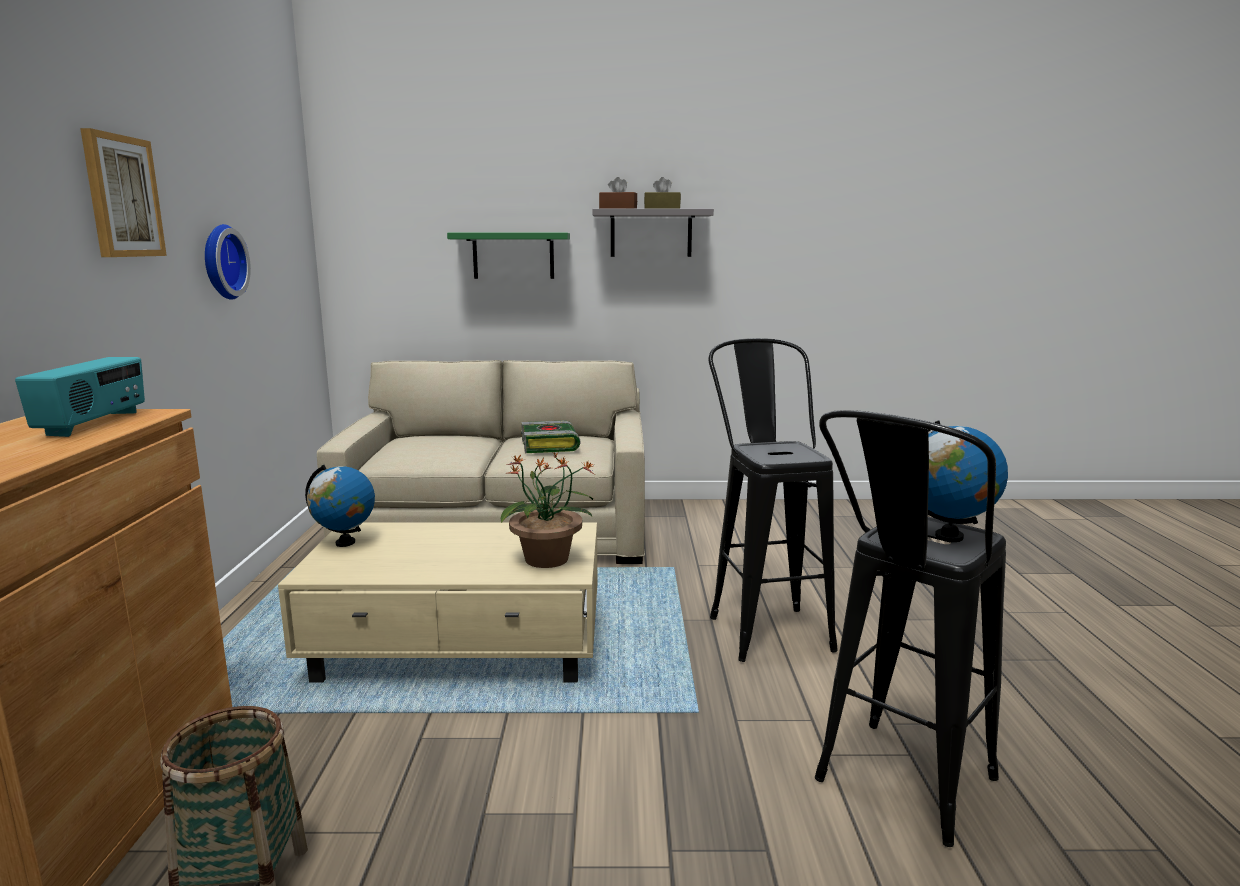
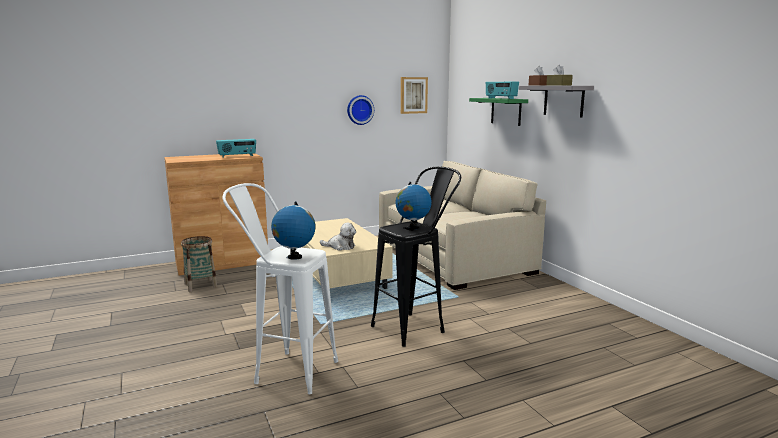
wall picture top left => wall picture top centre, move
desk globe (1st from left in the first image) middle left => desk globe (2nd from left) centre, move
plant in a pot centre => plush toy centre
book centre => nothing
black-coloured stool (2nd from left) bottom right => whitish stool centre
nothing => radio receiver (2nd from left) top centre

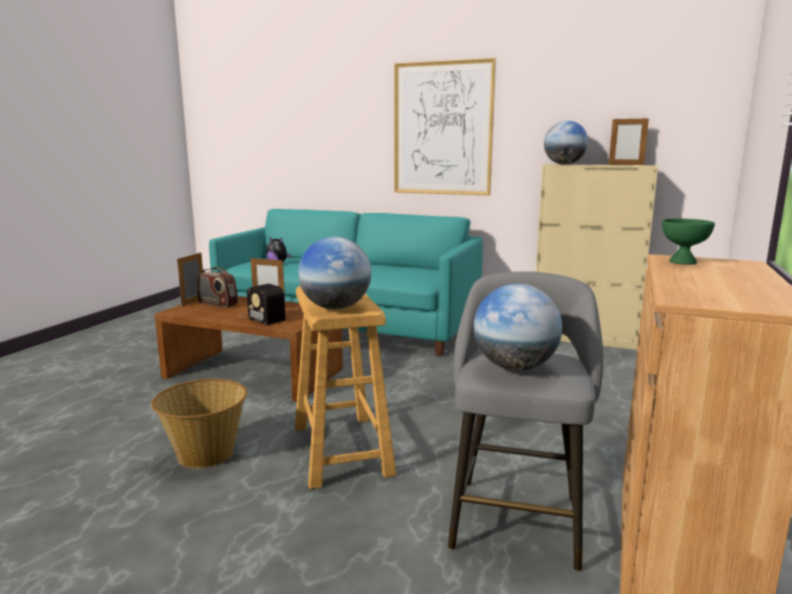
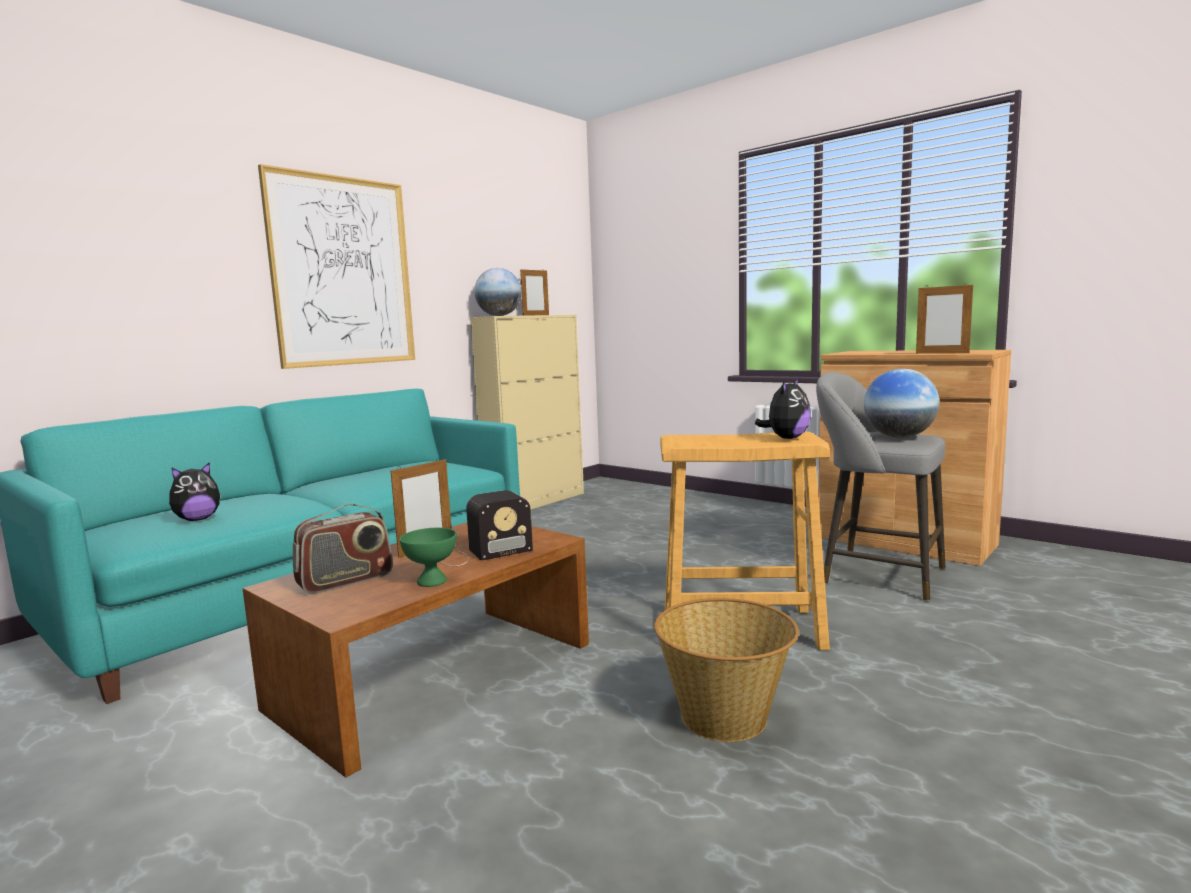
picture frame (1st from left in the first image) middle left => picture frame (3rd from left) middle right, move
desk globe (1st from left) centre => plush toy (2nd from left) centre
green-coloured bowl middle right => green-coloured bowl centre, move

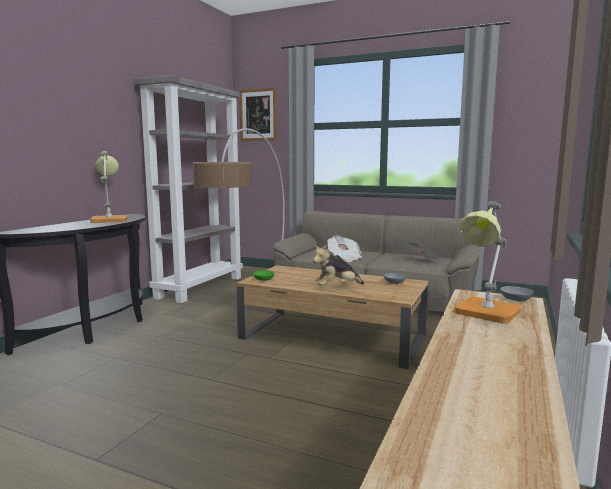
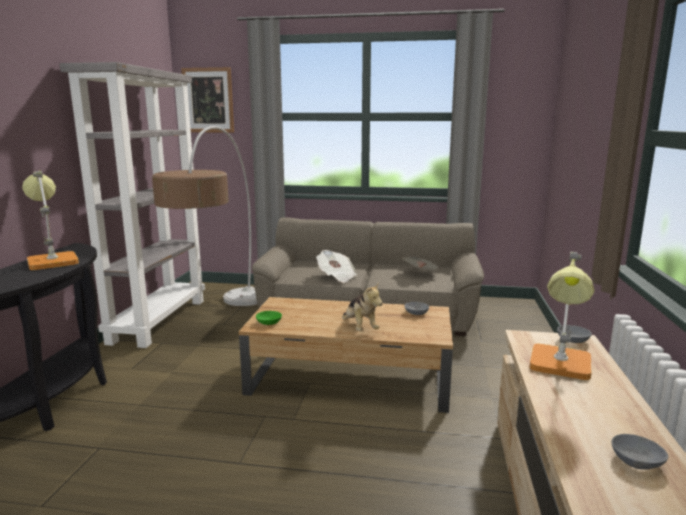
plush toy centre, 75 degrees counterclockwise
nothing => gray bowl (3rd from left) bottom right

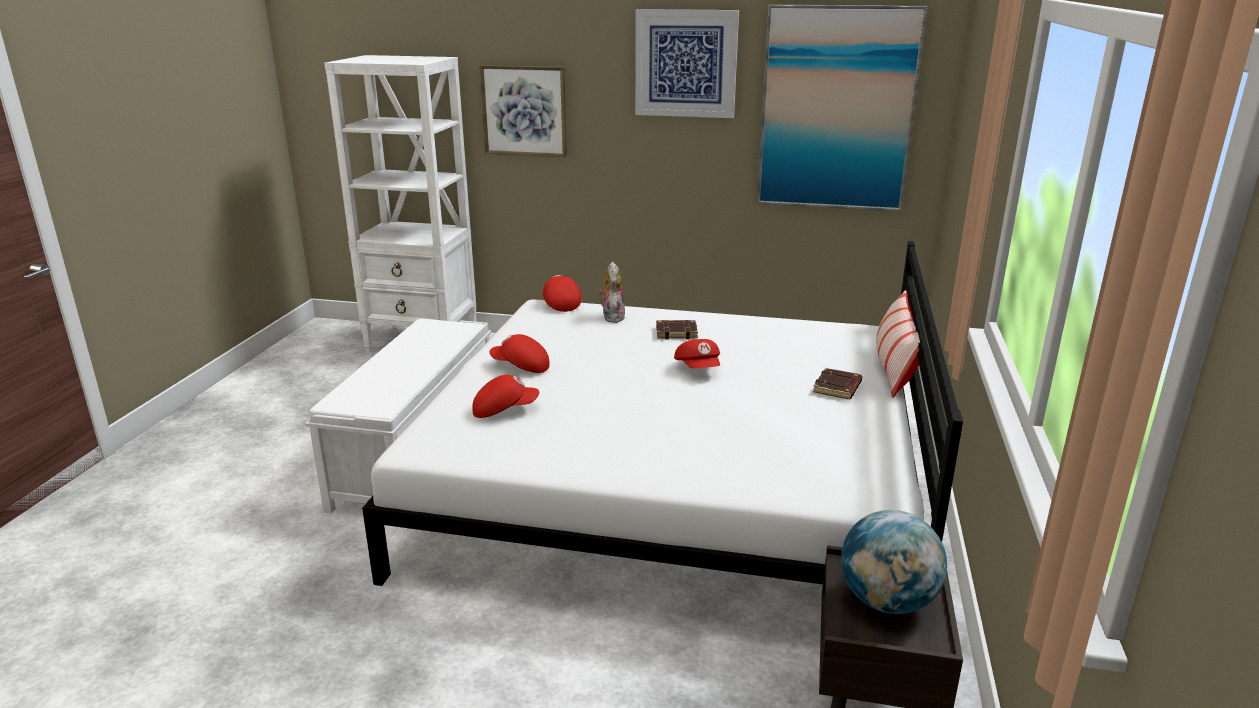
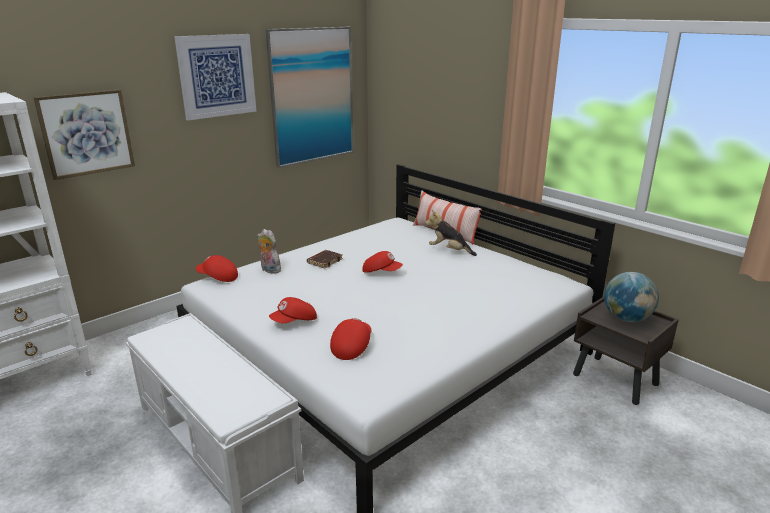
brown book (2nd from left) centre => plush toy (2nd from left) centre

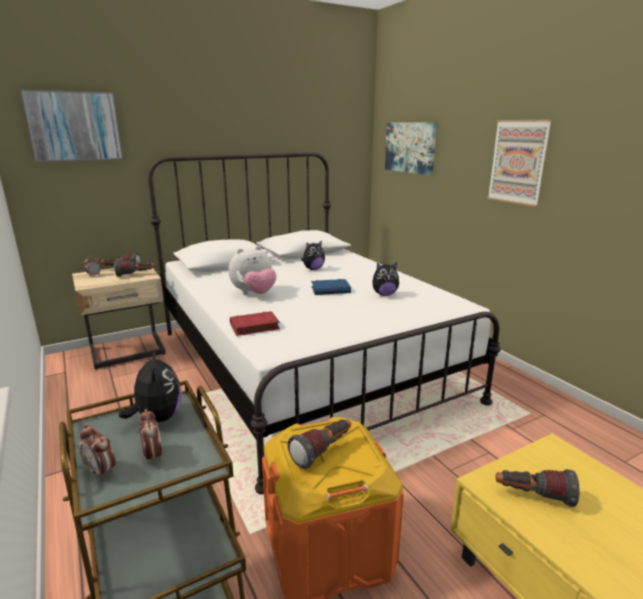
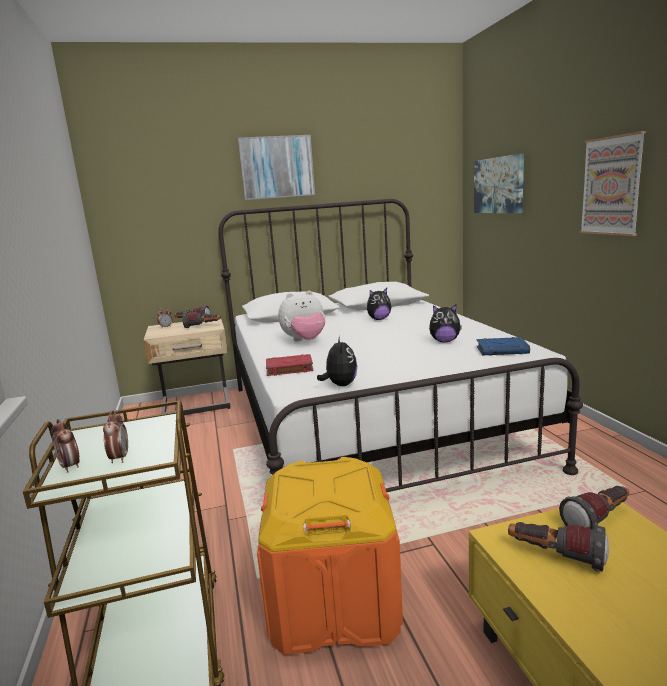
wall picture (1st from left) top left => wall picture (1st from left) top centre, move
plush toy (1st from left in the first image) middle left => plush toy (2nd from left) centre, move
hand torch (3rd from left in the first image) bottom centre => hand torch (4th from left) bottom right, move
blue-coloured book centre => blue-coloured book middle right, move

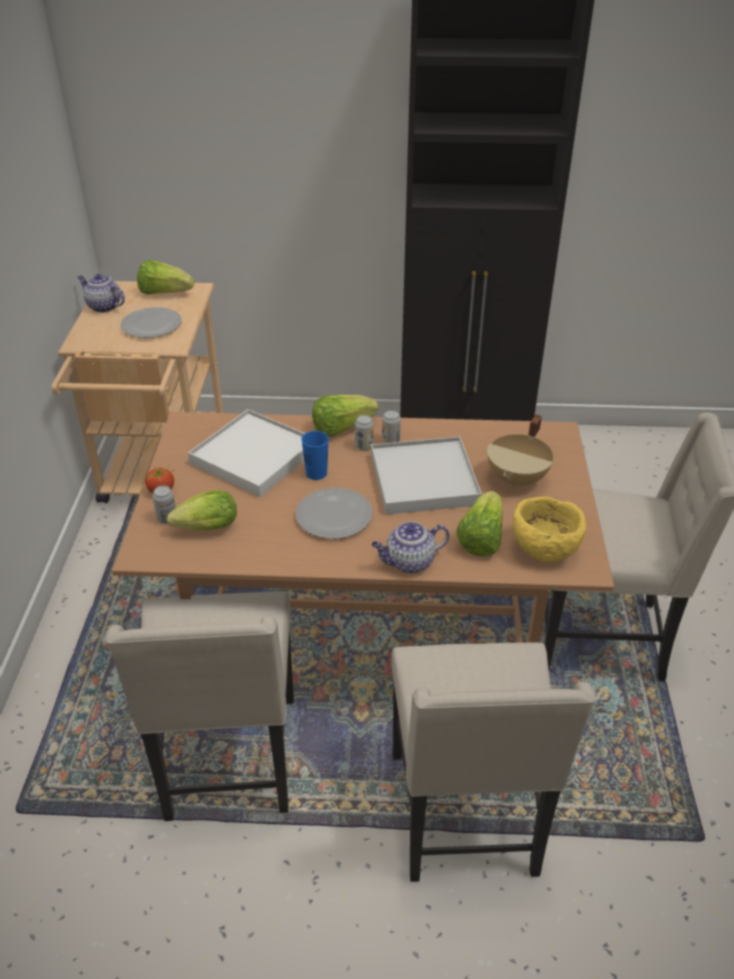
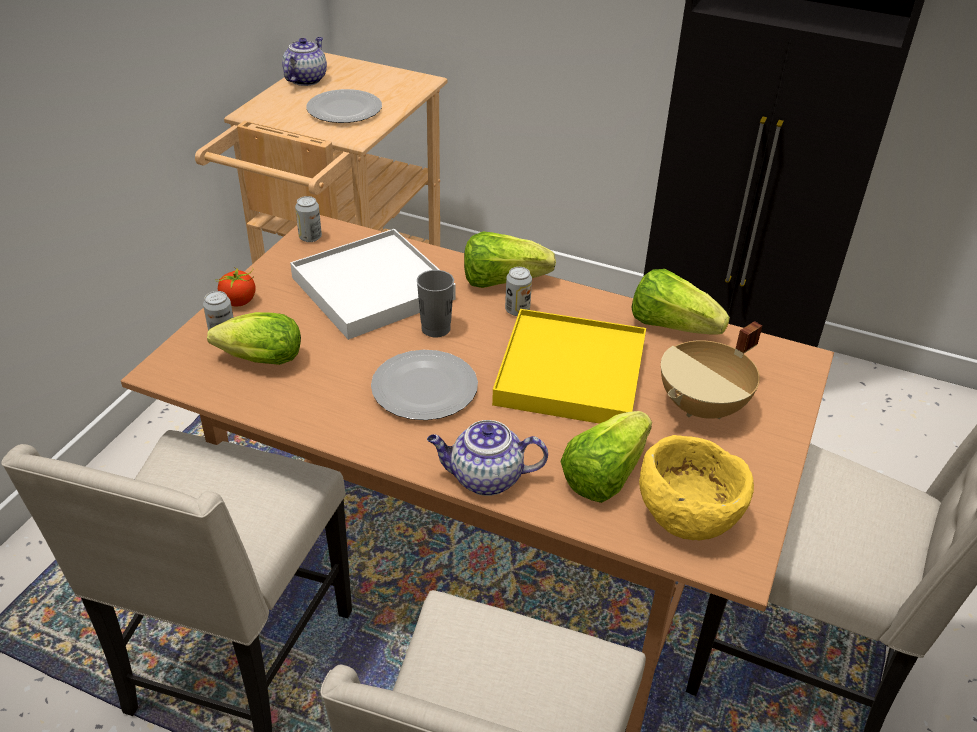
tea pot (1st from left) top left, 60 degrees clockwise
head of lettuce (1st from left in the first image) top left => head of lettuce (4th from left) middle right, move
blue-coloured cup centre => gray cup centre
whitish tray (2nd from left) centre => yellow-coloured tray centre
metal can (3rd from left in the first image) centre => metal can (2nd from left) top left, move

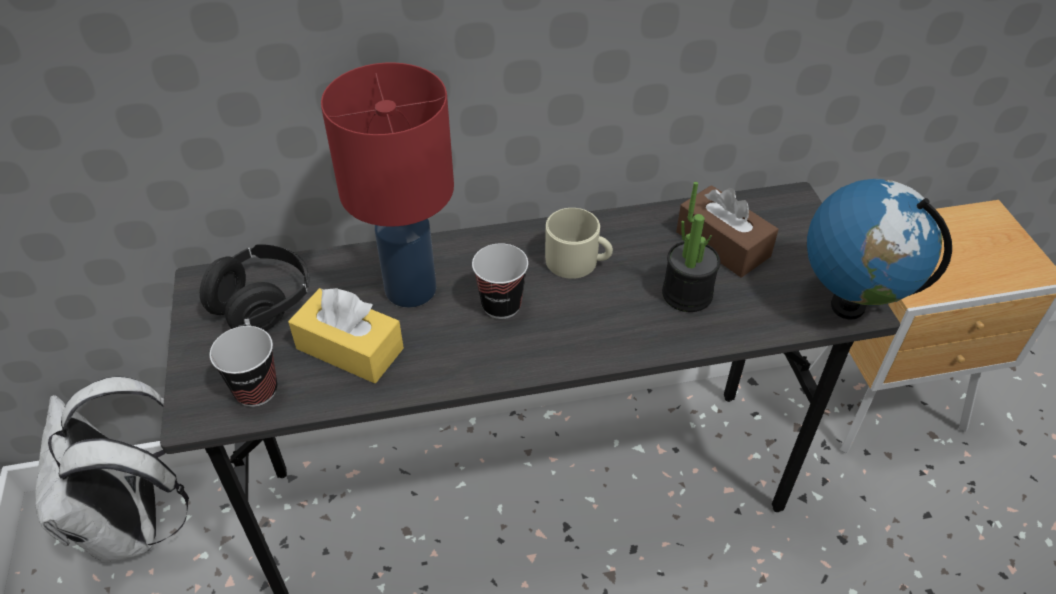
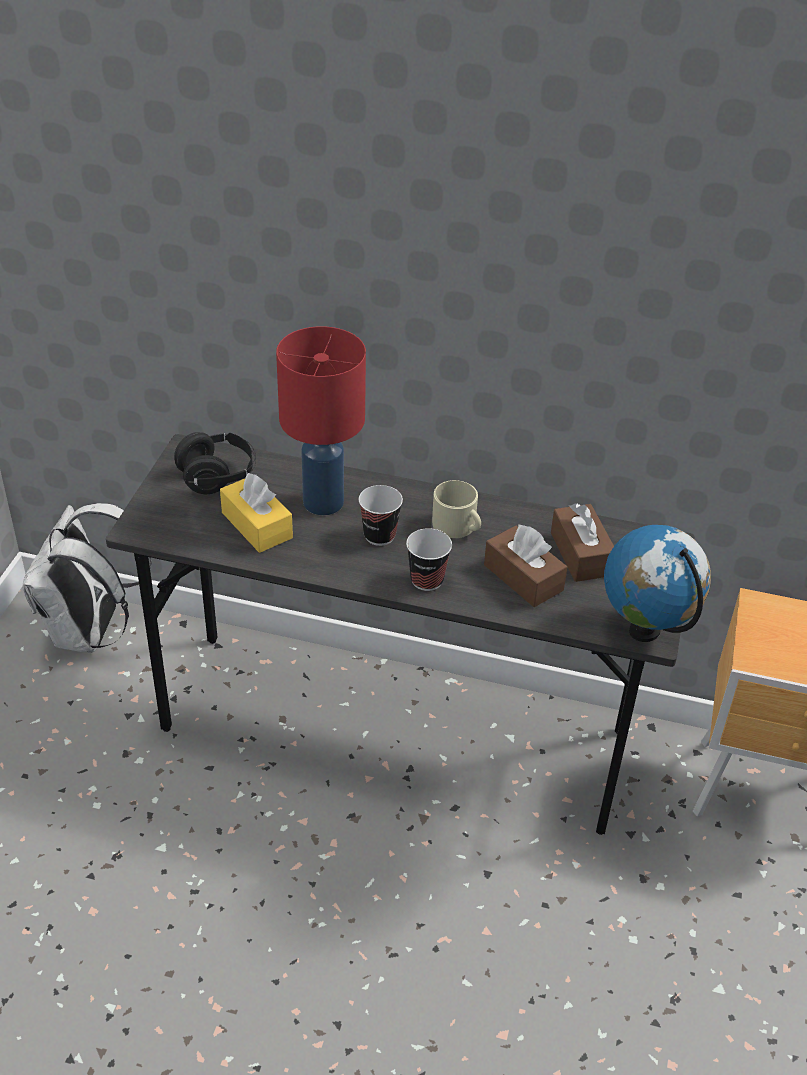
cup (1st from left in the first image) middle left => cup (2nd from left) centre, move
plant in a pot centre => brown tissue holder (1st from left) centre

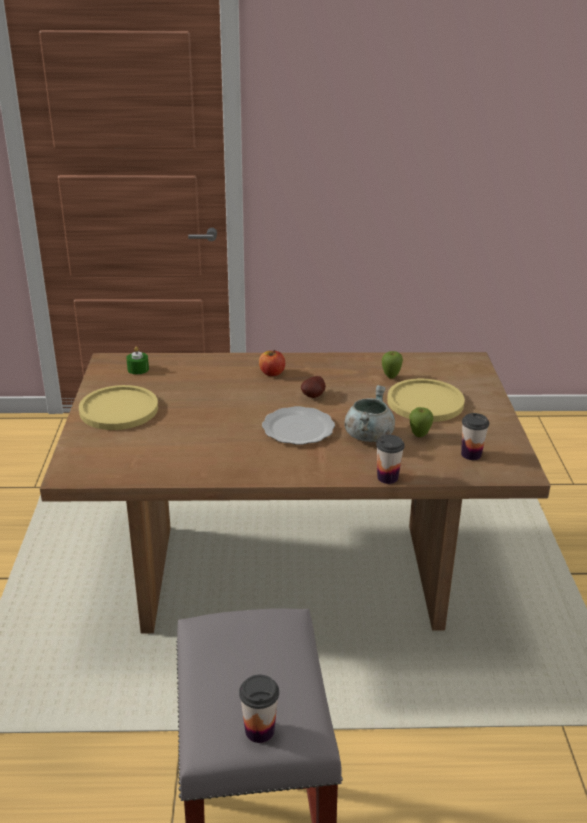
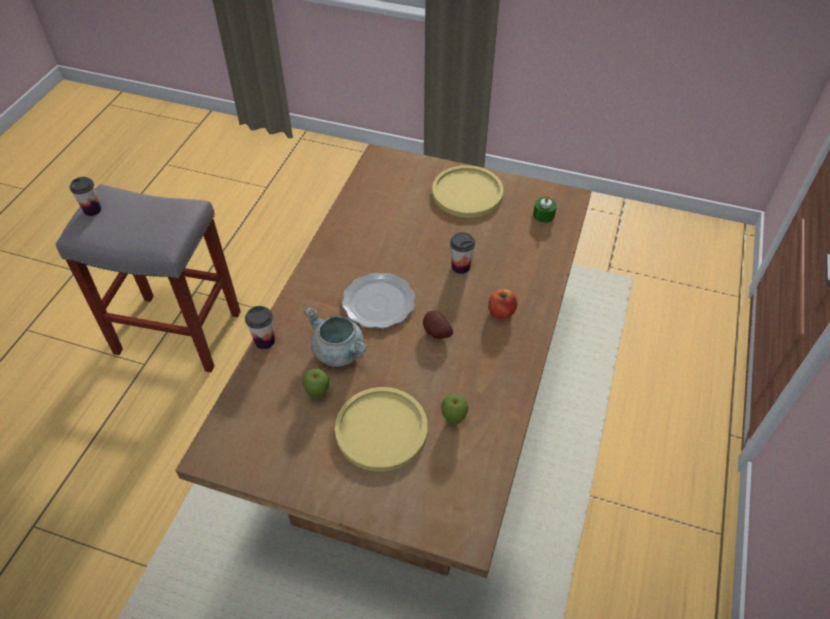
cup (3rd from left) middle right => cup (3rd from left) centre, move

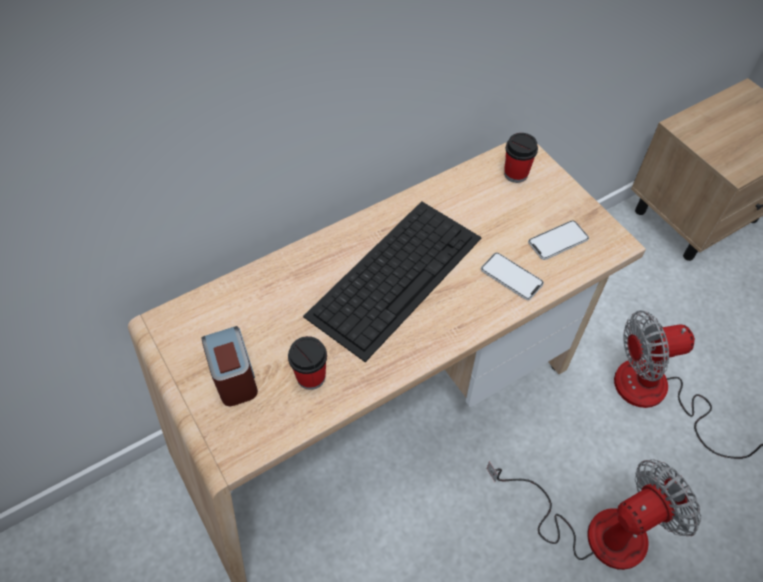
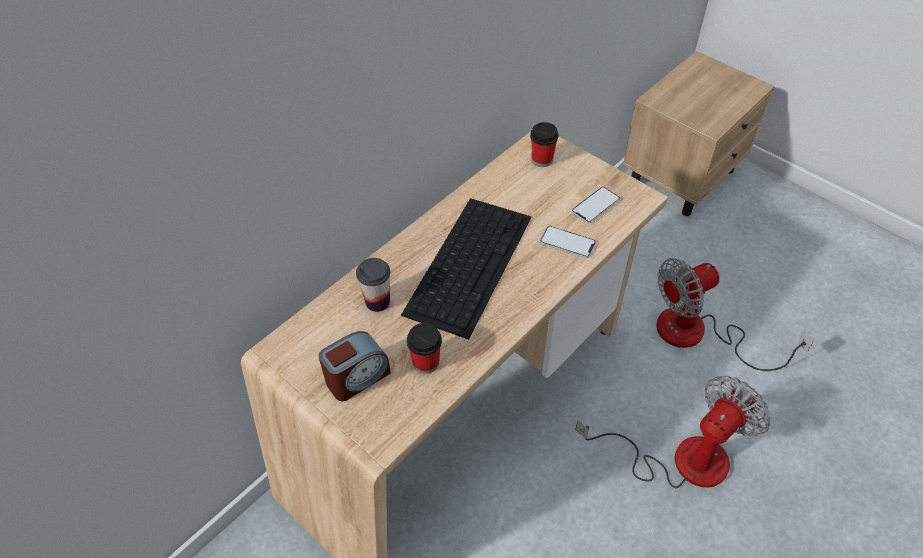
alarm clock middle left => alarm clock centre, 90 degrees clockwise
nothing => cup (1st from left) centre

